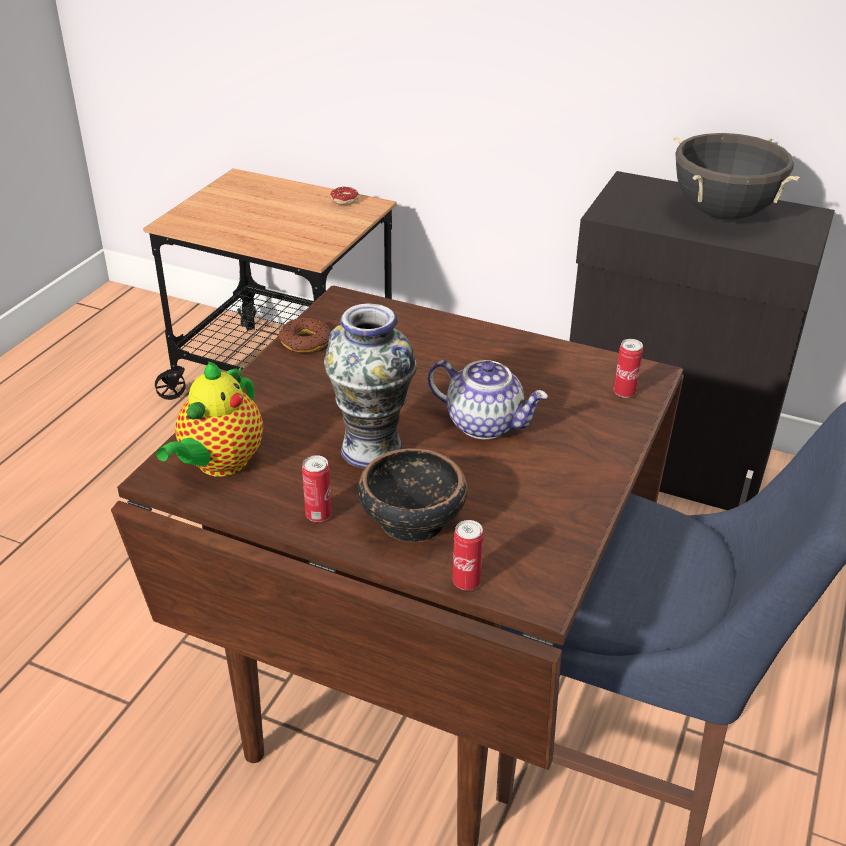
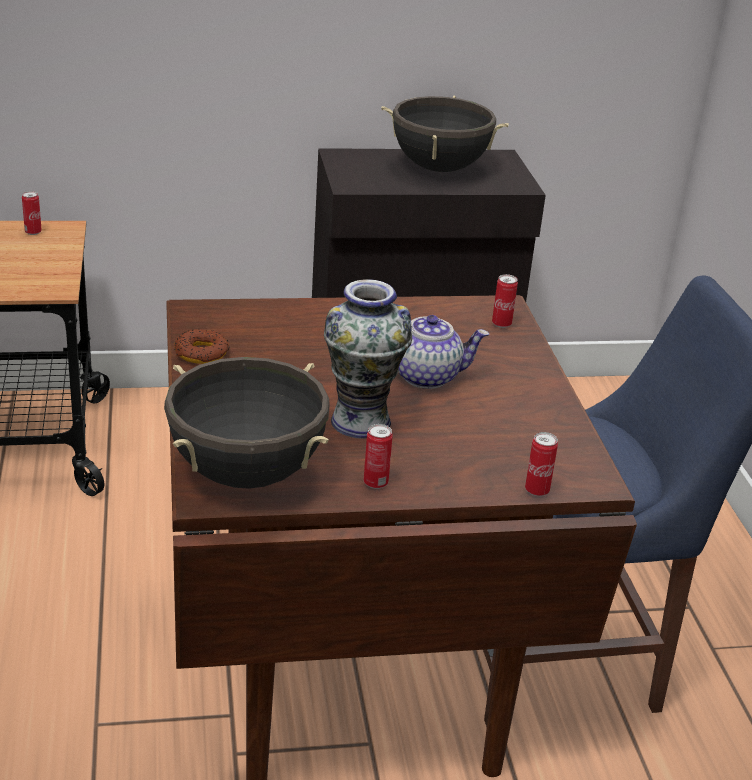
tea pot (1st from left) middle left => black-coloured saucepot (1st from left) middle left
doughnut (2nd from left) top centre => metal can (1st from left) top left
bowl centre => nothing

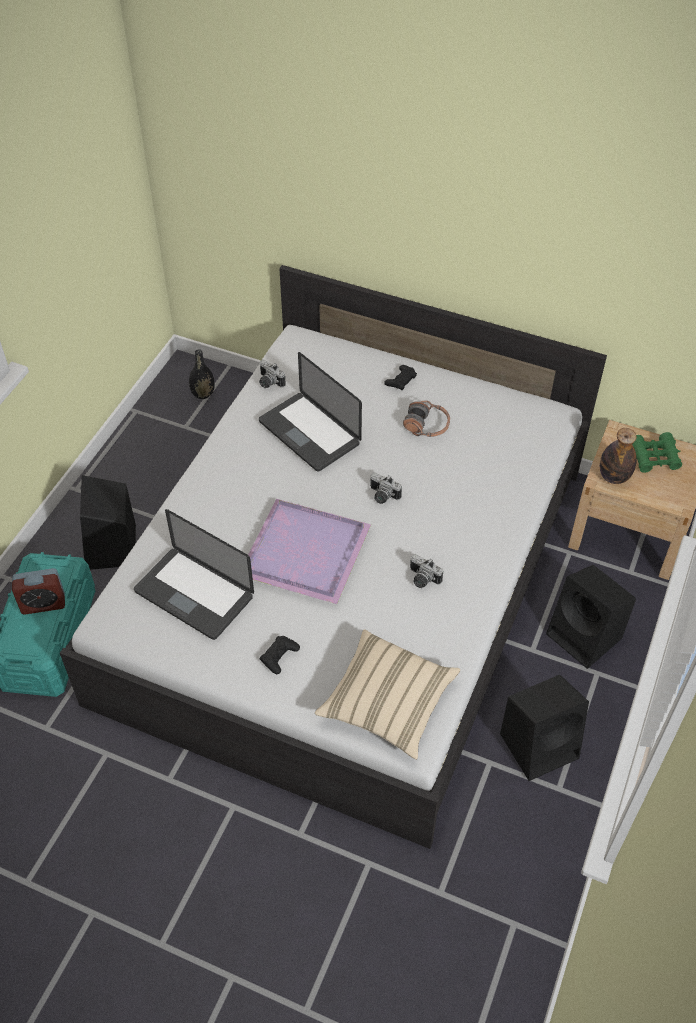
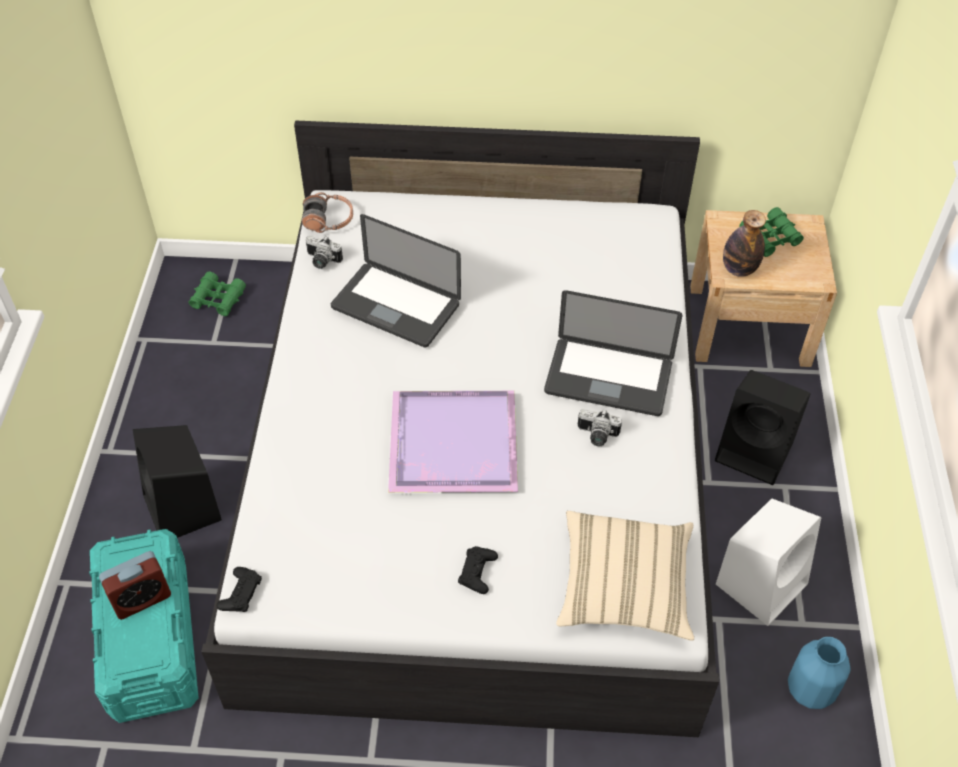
notebook computer (1st from left in the first image) middle left => notebook computer (2nd from left) centre, move
black-coloured flower vase middle left => green-coloured pair of binoculars (1st from left) middle left
still camera (2nd from left) centre => nothing
black-coloured joypad (2nd from left in the first image) centre => black-coloured joypad (1st from left) bottom left, move
headset centre => headset top centre, move
black-coloured audio speaker (2nd from left) bottom right => whitish audio speaker bottom right
nothing => blue-coloured flower vase bottom right

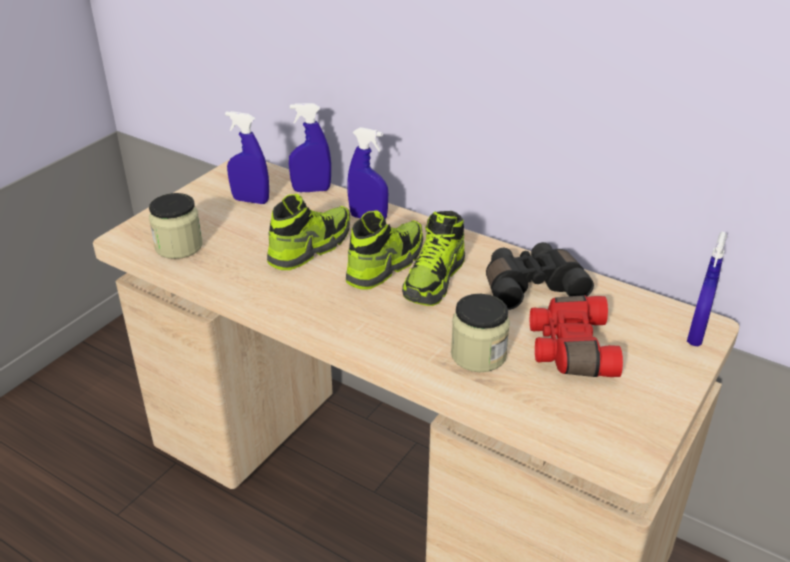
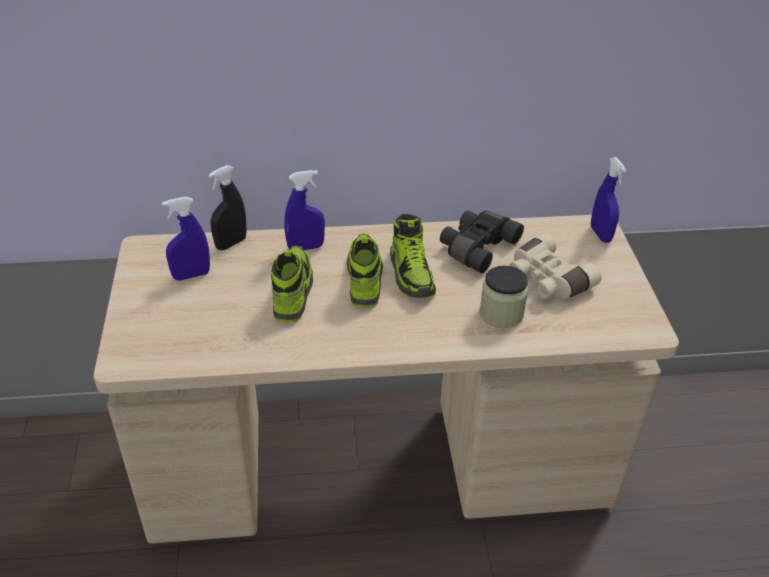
storage jar (1st from left) middle left => nothing
blue-coloured sprayer (2nd from left) top centre => black-coloured sprayer middle left
reddish pair of binoculars middle right => beige-coloured pair of binoculars middle right

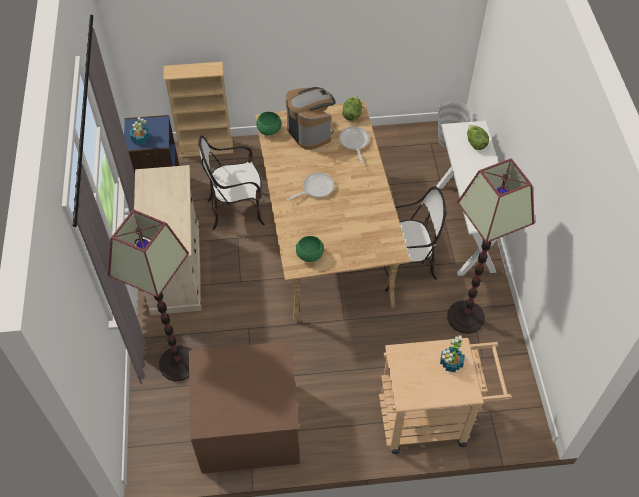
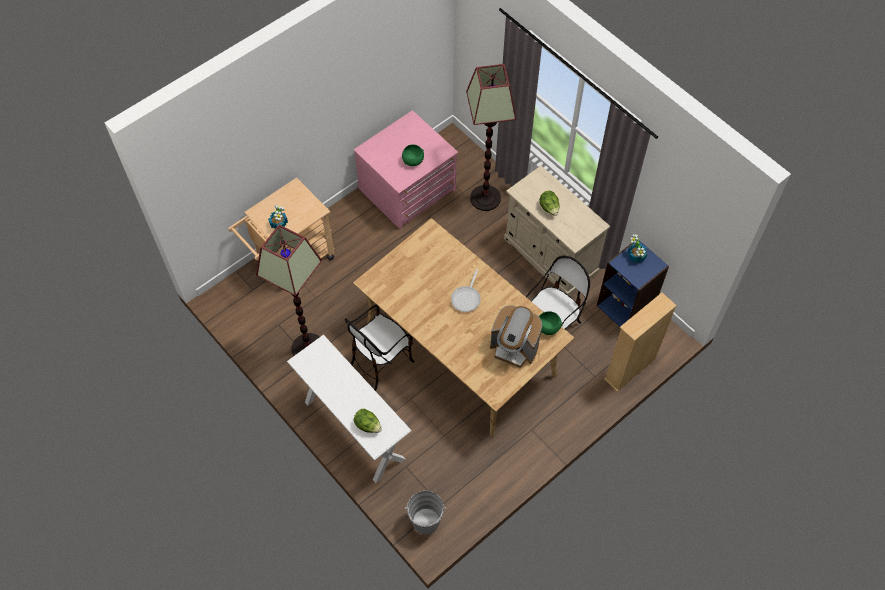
brown dresser bottom centre => pink dresser top centre
green-coloured bowl (2nd from left in the first image) centre => green-coloured bowl (1st from left) top centre, move
skillet (2nd from left) top centre => nothing
head of lettuce (1st from left in the first image) top centre => head of lettuce (2nd from left) centre, move

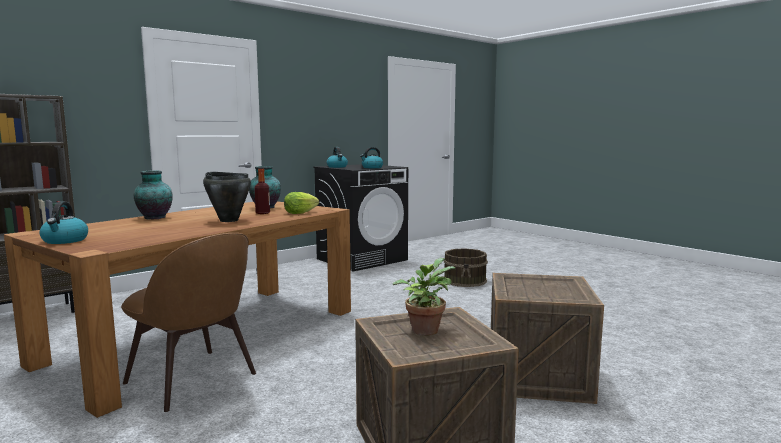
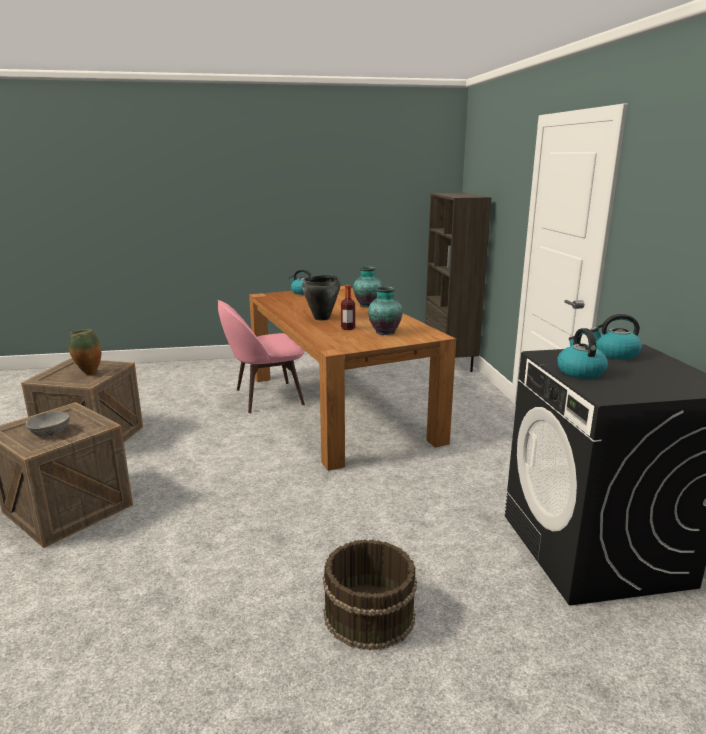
brown plain chair bottom left => pink plain chair centre
head of lettuce centre => nothing
plant in a pot bottom centre => flower vase (1st from left) middle left
nothing => gray bowl middle left

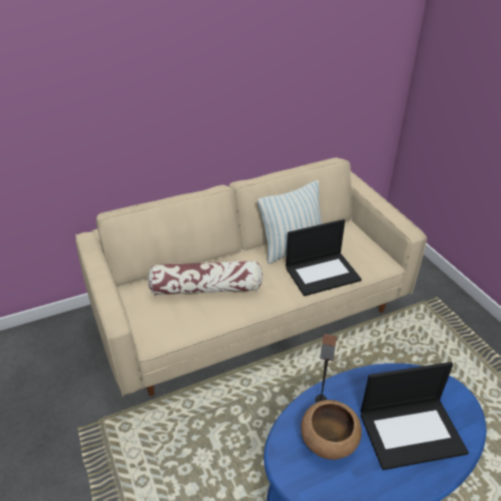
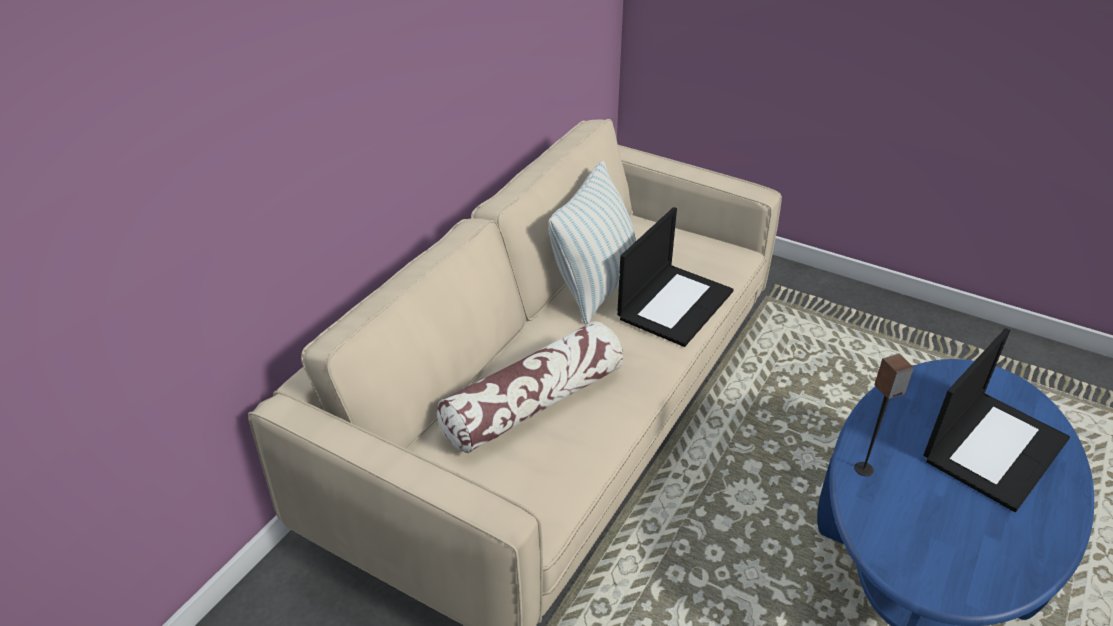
brown bowl bottom centre => nothing

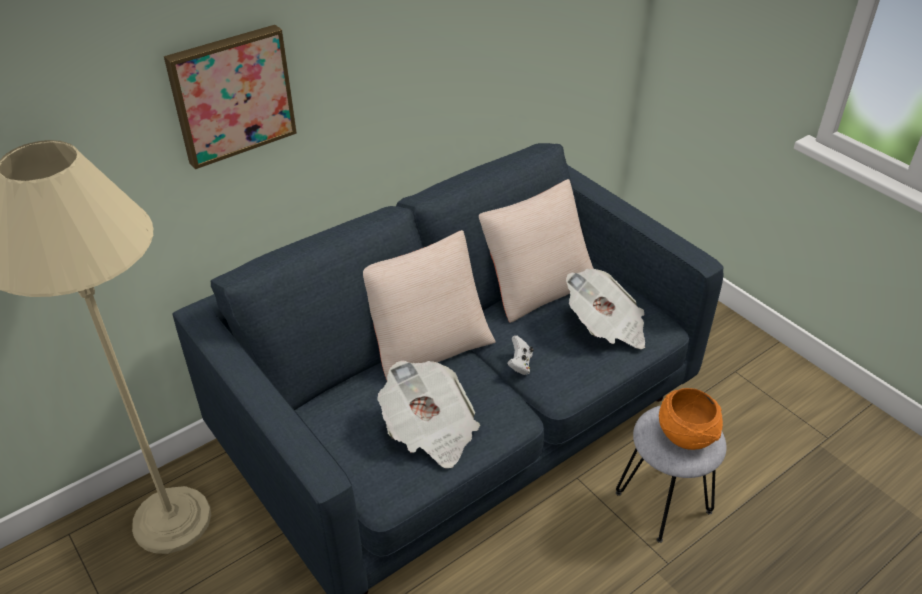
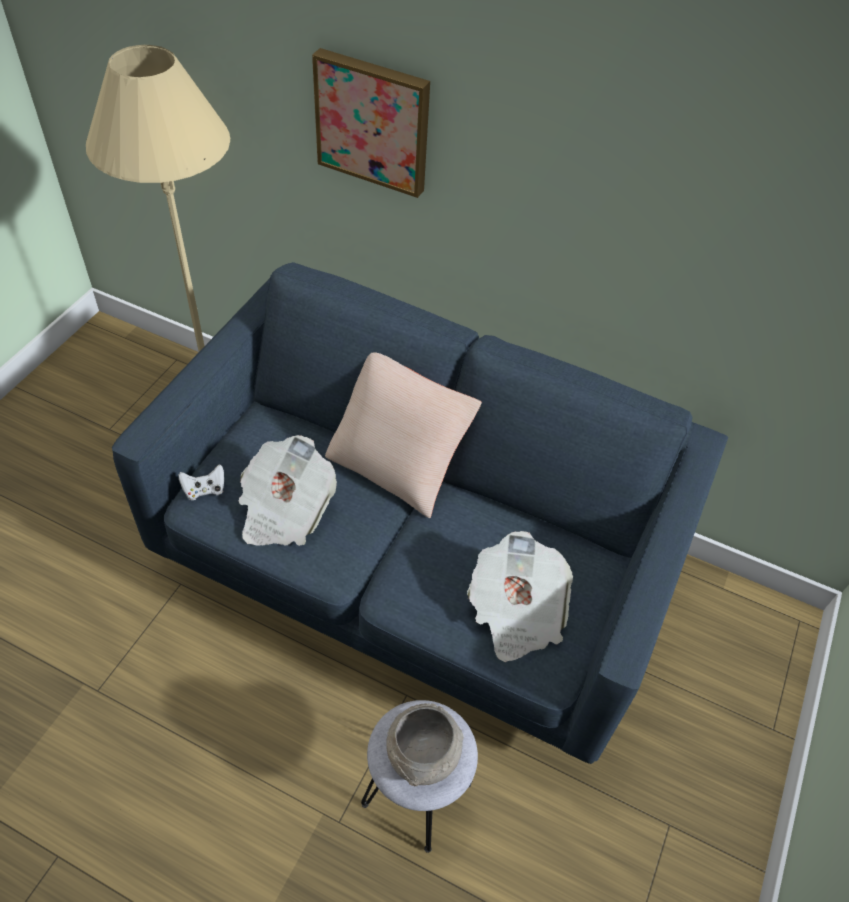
beige-coloured cushion (2nd from left) centre => nothing
whitish joypad centre => whitish joypad middle left, move
orangey bowl bottom right => gray bowl bottom centre

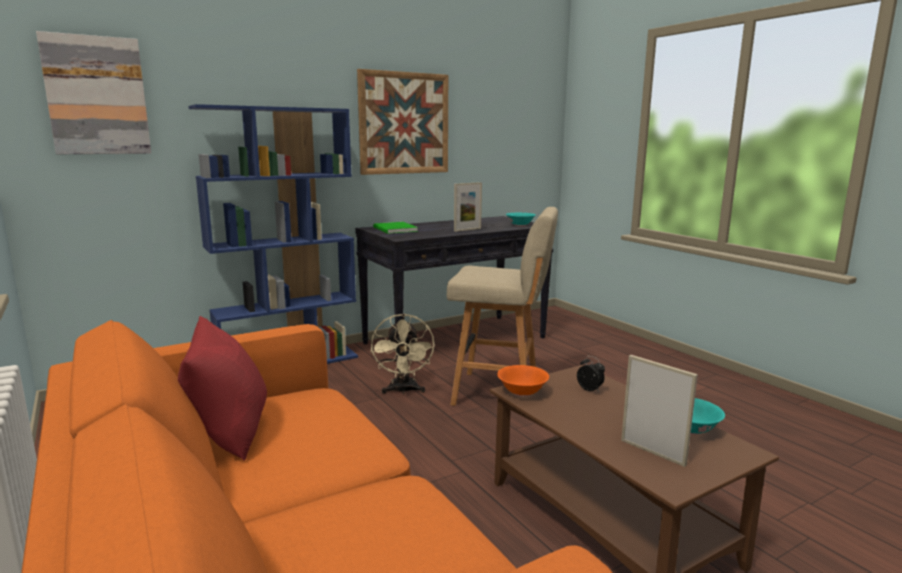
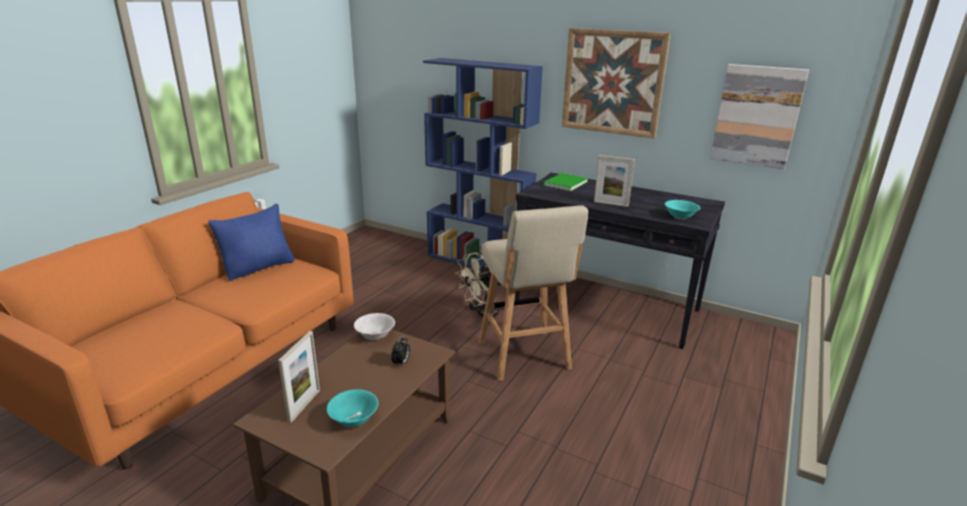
wall picture (1st from left in the first image) top left => wall picture (2nd from left) top right, move
reddish cushion bottom left => blue-coloured cushion middle left
orangey bowl centre => whitish bowl centre

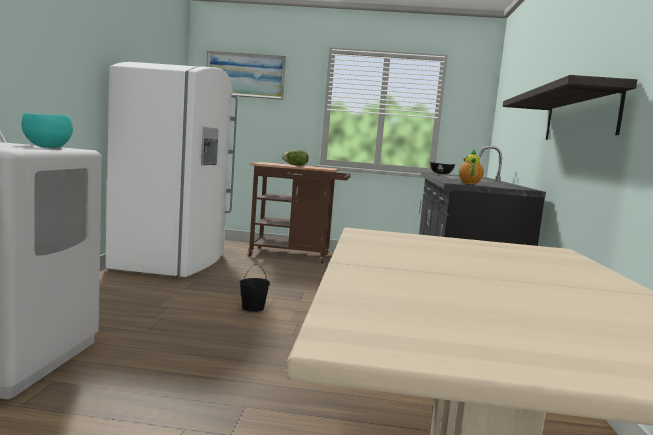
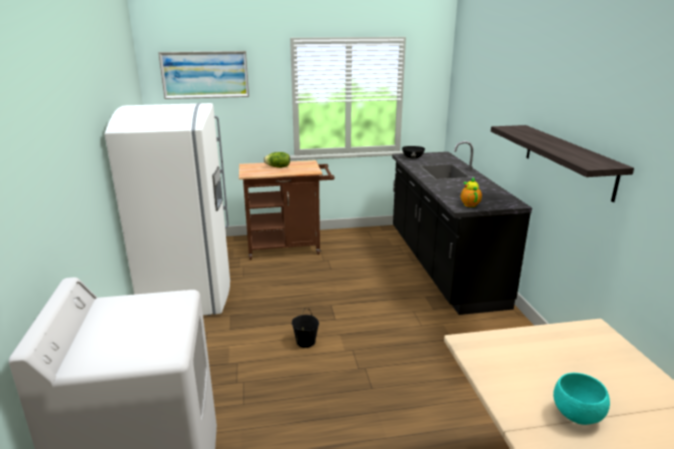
blue-green bowl top left => blue-green bowl bottom right, move

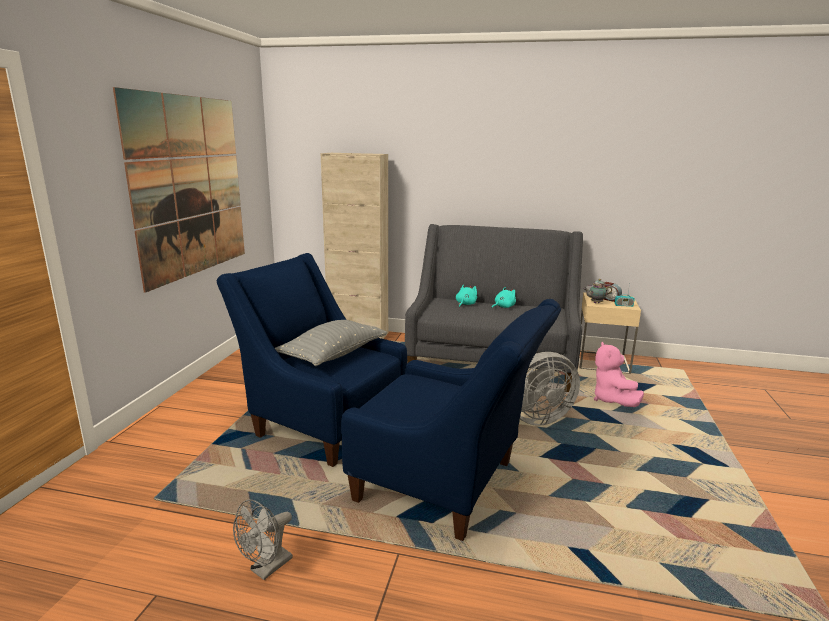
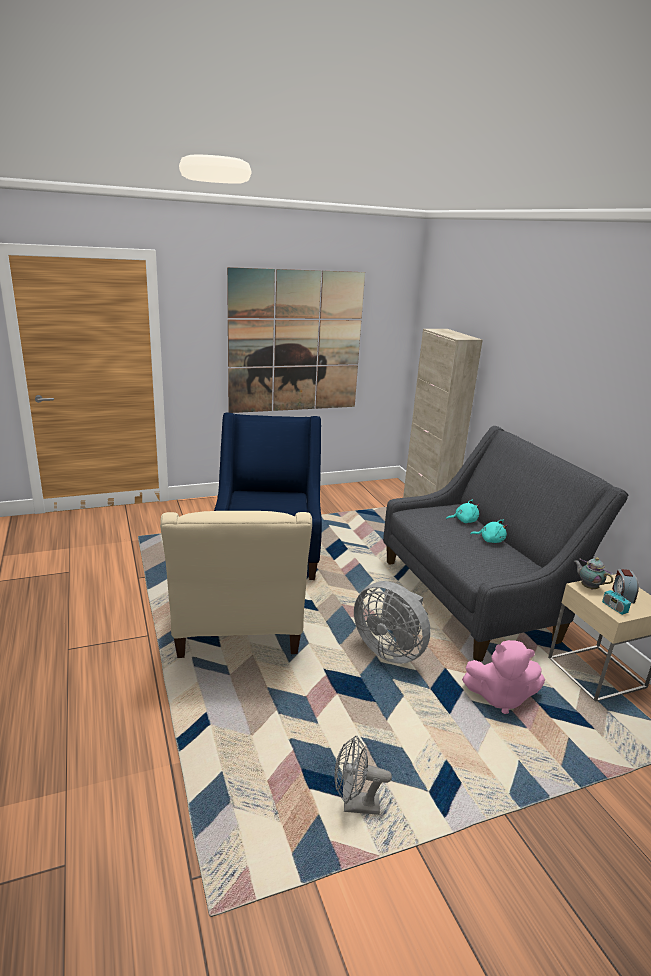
gray cooling fan (1st from left) bottom left => gray cooling fan (1st from left) bottom centre, move
gray cushion centre => nothing
blue-coloured easy chair (2nd from left) bottom centre => beige-coloured easy chair centre
pink plush toy middle right => pink plush toy bottom right, 135 degrees counterclockwise

